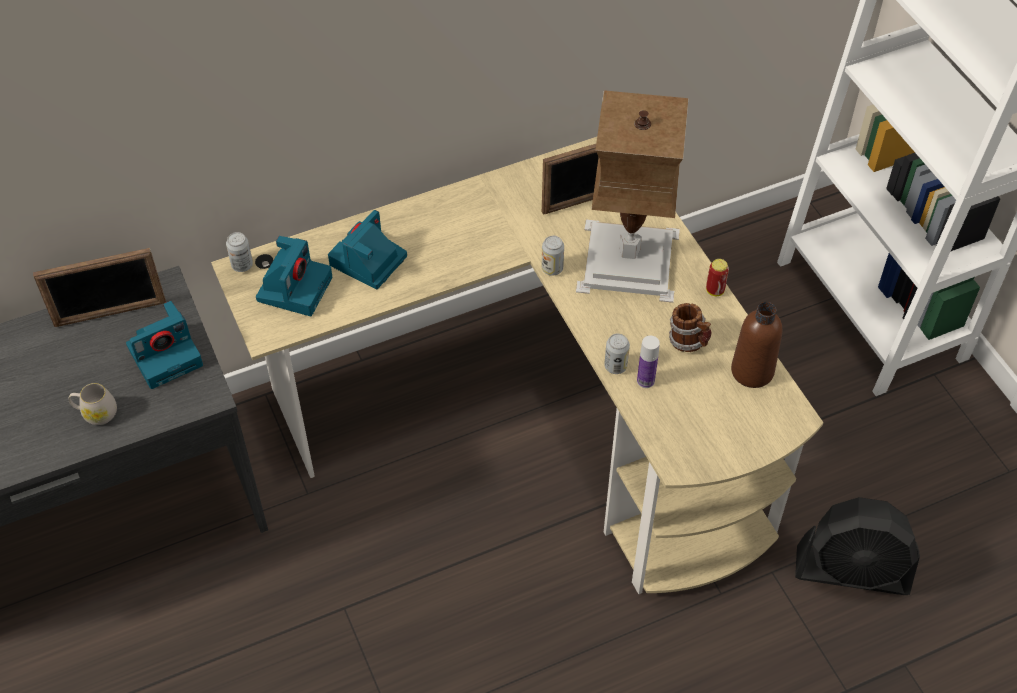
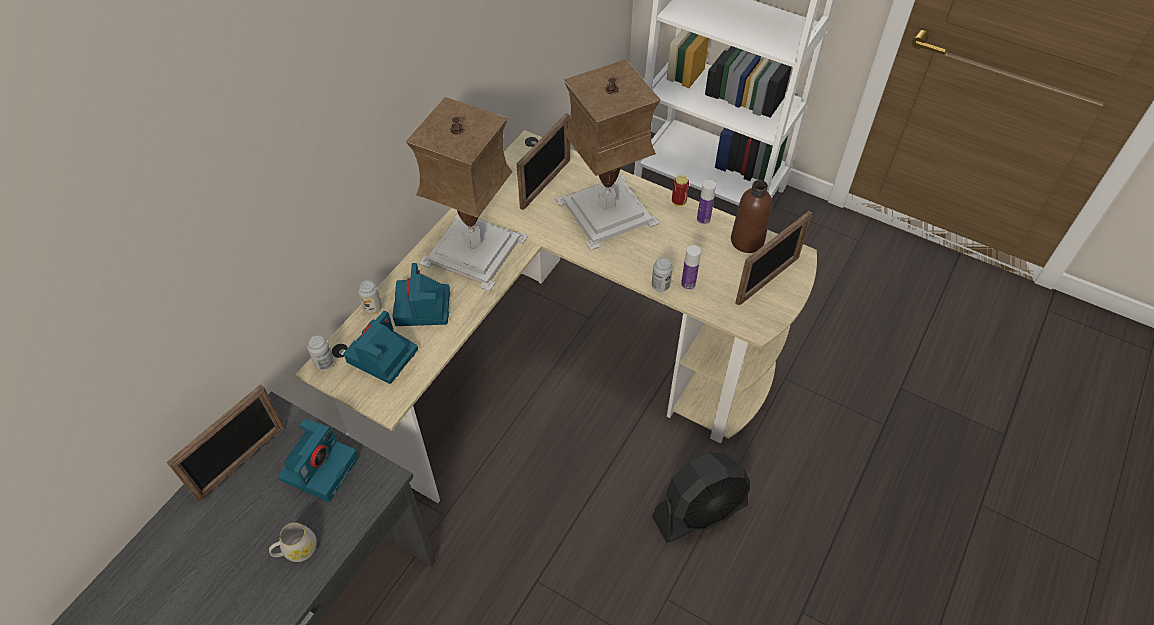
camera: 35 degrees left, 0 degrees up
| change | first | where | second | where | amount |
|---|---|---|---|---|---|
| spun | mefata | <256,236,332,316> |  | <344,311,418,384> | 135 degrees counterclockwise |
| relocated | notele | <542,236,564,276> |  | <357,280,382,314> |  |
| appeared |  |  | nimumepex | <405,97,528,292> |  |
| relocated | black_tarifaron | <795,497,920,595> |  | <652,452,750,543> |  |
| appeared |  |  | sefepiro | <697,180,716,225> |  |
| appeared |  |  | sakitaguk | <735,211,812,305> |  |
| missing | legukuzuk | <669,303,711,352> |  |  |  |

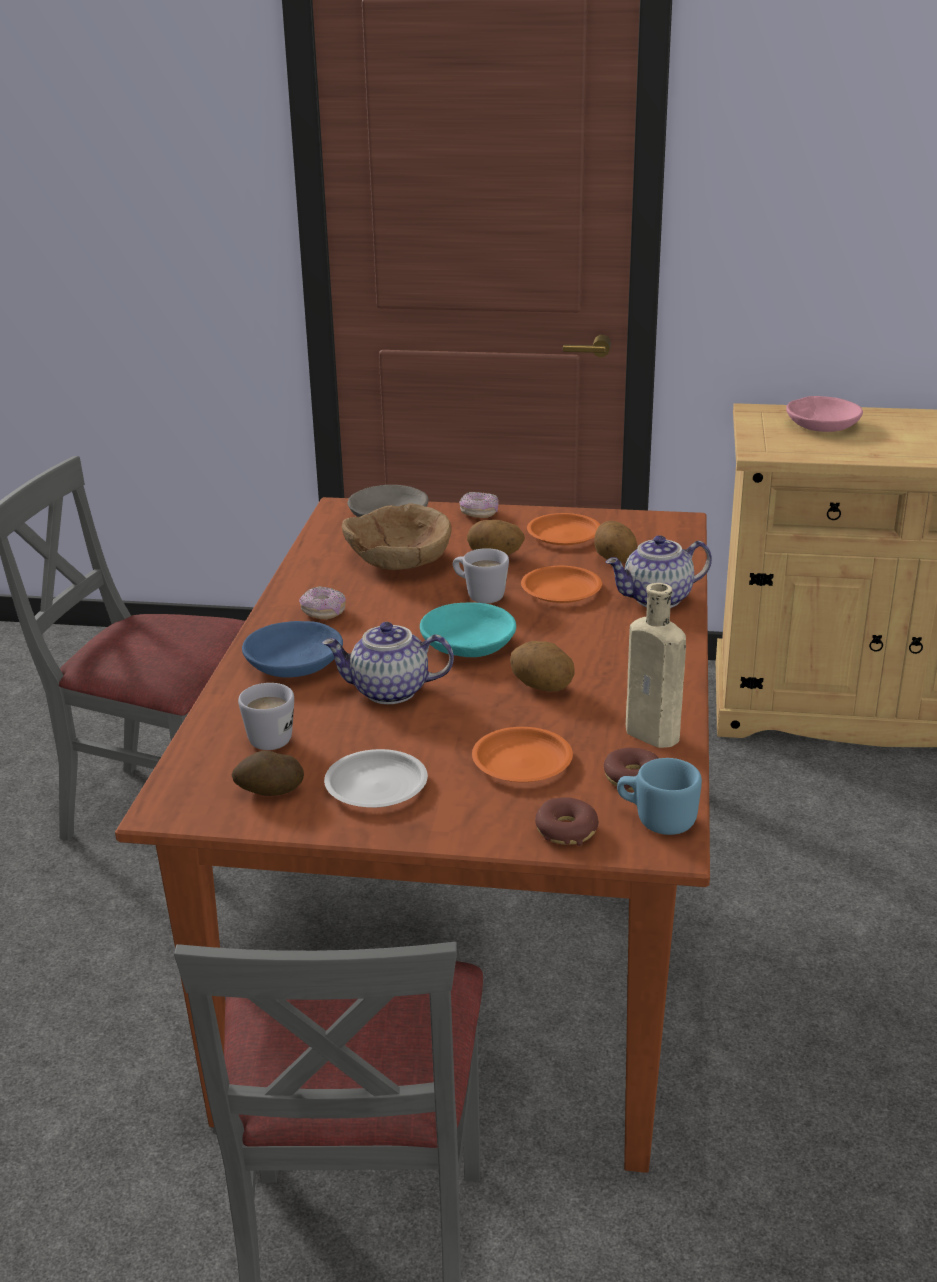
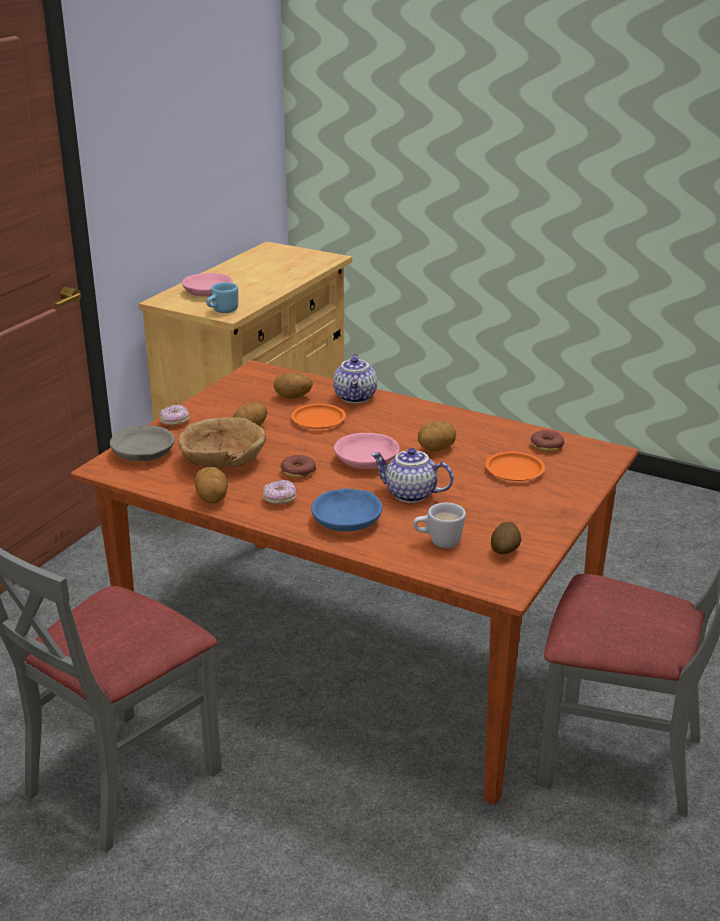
camera: 70 degrees left, 0 degrees up
| change | first | where | second | where | amount |
|---|---|---|---|---|---|
| appeared |  |  | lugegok | <195,467,228,504> |  |
| relocated | blue_legukuzuk | <617,758,702,835> |  | <206,282,238,313> |  |
| relocated | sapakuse | <535,797,599,846> |  | <281,455,316,478> |  |
| colour | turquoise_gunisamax | <420,603,516,657> | pink_gunisamax | <334,433,400,469> |  |
| spun | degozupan | <322,622,454,704> |  | <371,448,453,503> | 90 degrees clockwise |
| missing | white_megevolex | <324,749,428,808> |  |  |  |
| missing | white_legukuzuk | <453,548,509,604> |  |  |  |
| missing | orange_megevolex | <527,513,600,545> |  |  |  |
| missing | beige_sefepiro | <626,583,686,748> |  |  |  |

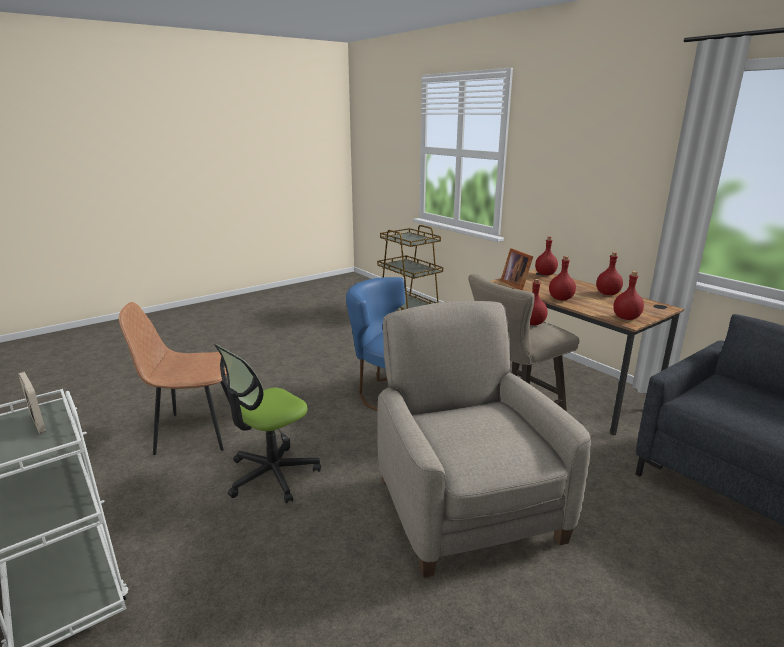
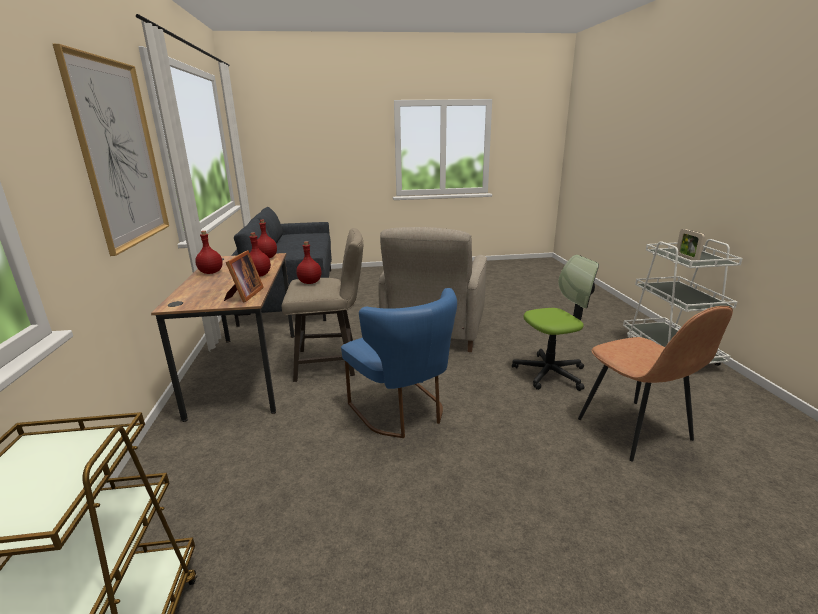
camera: 150 degrees left, 0 degrees up
| change | first | where | second | where | amount |
|---|---|---|---|---|---|
| appeared |  |  | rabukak | <53,44,169,256> |  |
| spun | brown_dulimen | <119,302,230,455> |  | <578,306,733,462> | 45 degrees clockwise |
| missing | red_sefepiro | <535,237,558,275> |  |  |  |

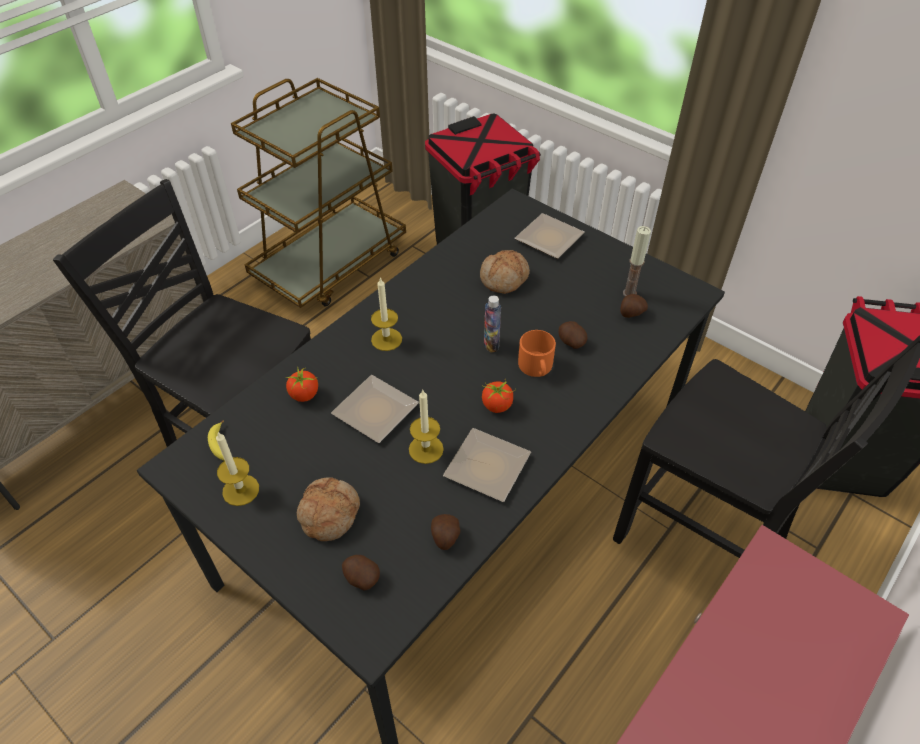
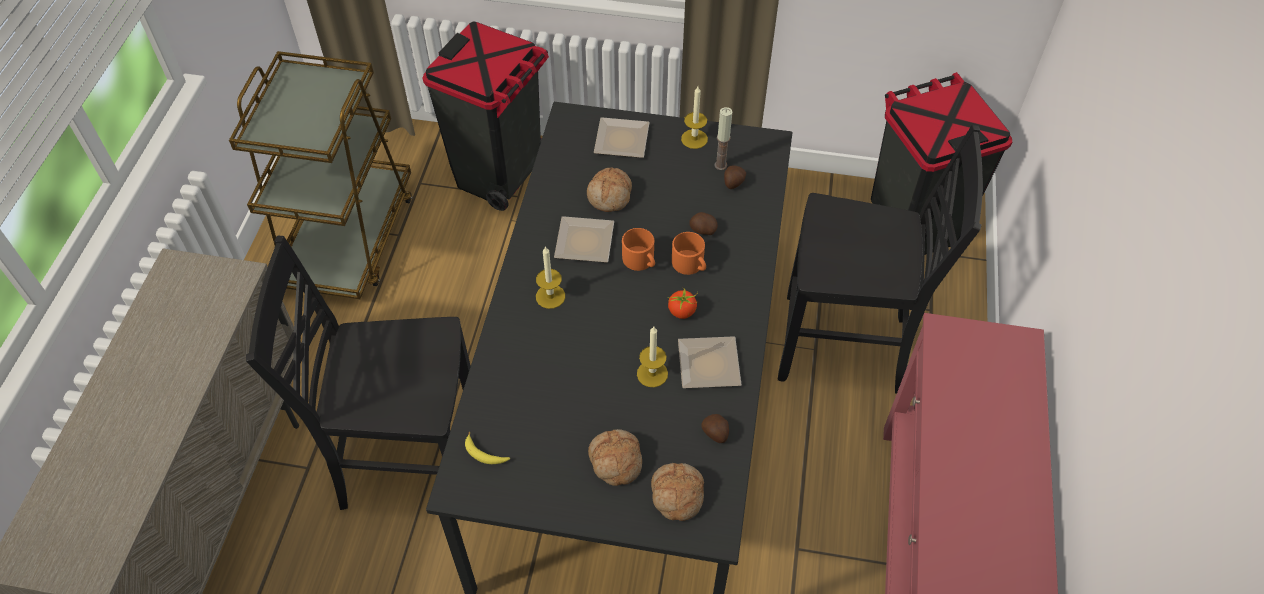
camera: 30 degrees left, 5 degrees up
| change | first | where | second | where | amount |
|---|---|---|---|---|---|
| relocated | megevolex | <331,375,419,443> |  | <554,216,614,263> |  |
| exchanged | sefepiro | <484,295,501,353> | orange_legukuzuk | <622,228,655,271> |  |
| exchanged | lugegok | <342,555,380,591> | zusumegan | <651,463,704,521> |  |
| relocated | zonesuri | <216,432,259,506> |  | <681,86,708,149> |  |
| missing | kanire | <285,368,318,402> |  |  |  |

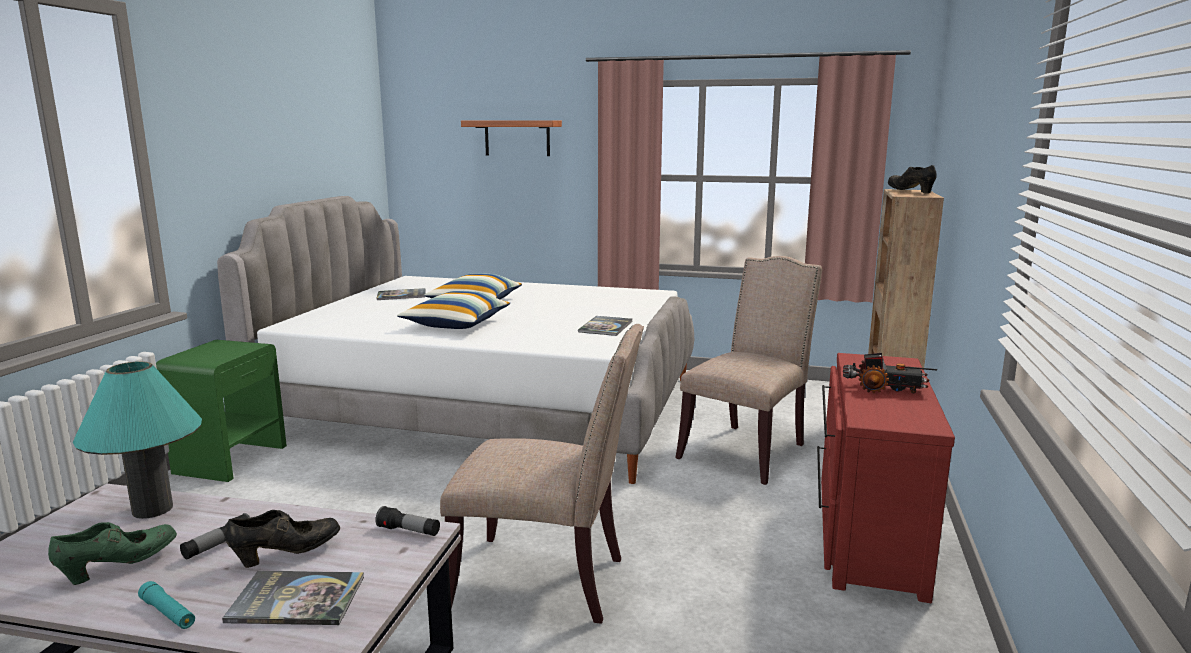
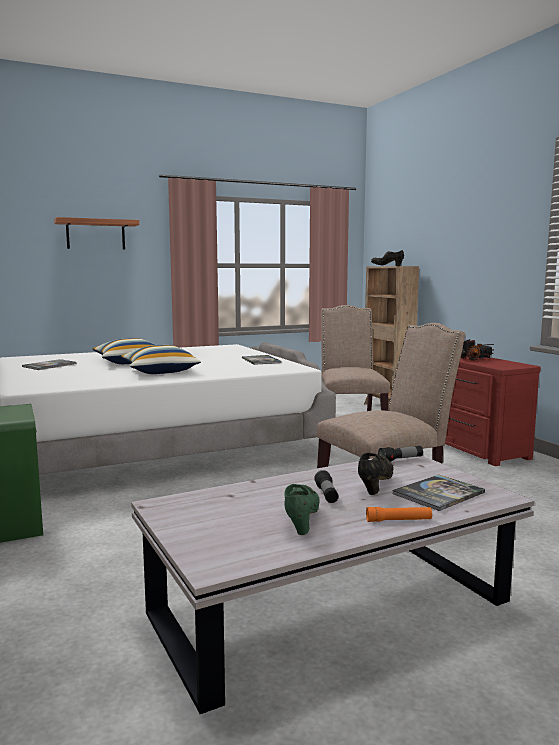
camera: 40 degrees left, 5 degrees down
| change | first | where | second | where | amount |
|---|---|---|---|---|---|
| colour | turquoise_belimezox | <138,581,195,629> | orange_belimezox | <366,507,432,522> |  |
| missing | turquoise_nimumepex | <73,361,202,519> |  |  |  |

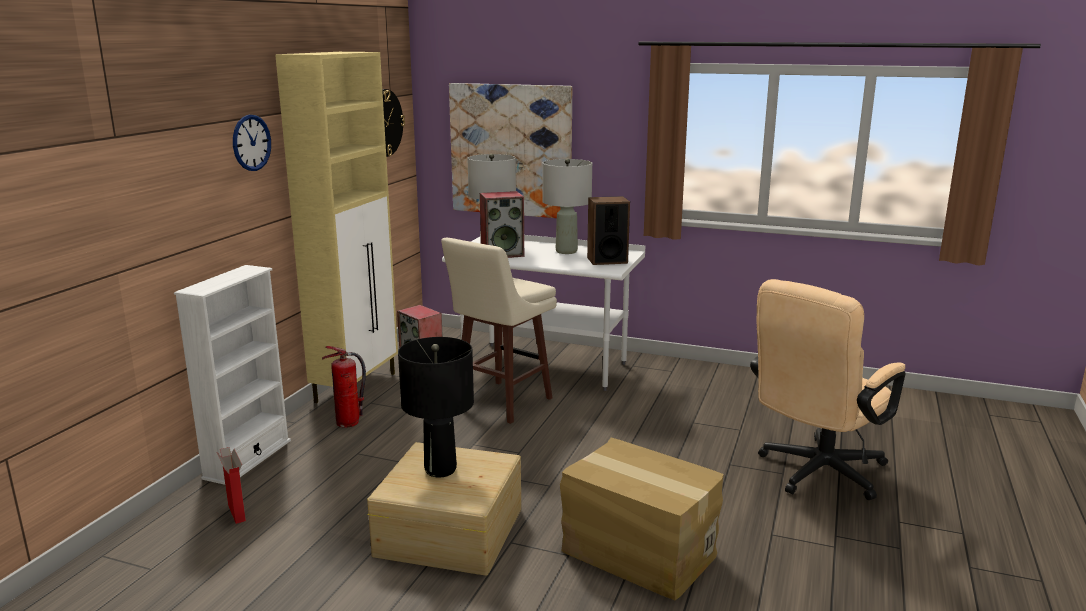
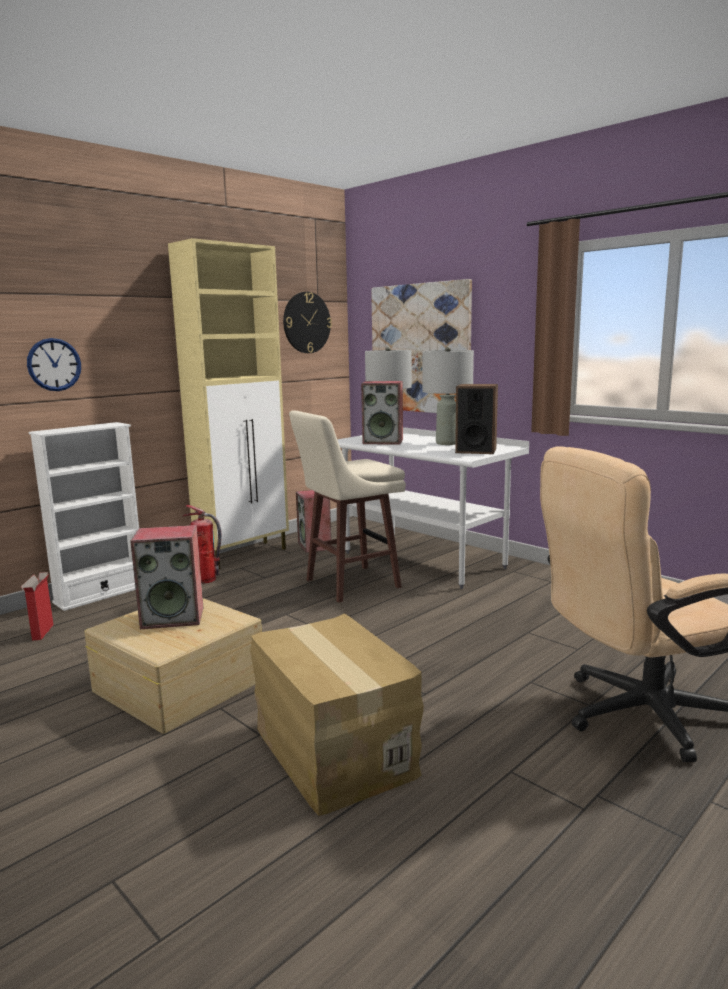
camera: 25 degrees right, 5 degrees down
| change | first | where | second | where | amount |
|---|---|---|---|---|---|
| relocated | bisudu | <233,115,271,171> |  | <27,338,81,391> |  |
| exchanged | black_nimumepex | <398,337,474,478> | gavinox | <130,525,203,629> |  |

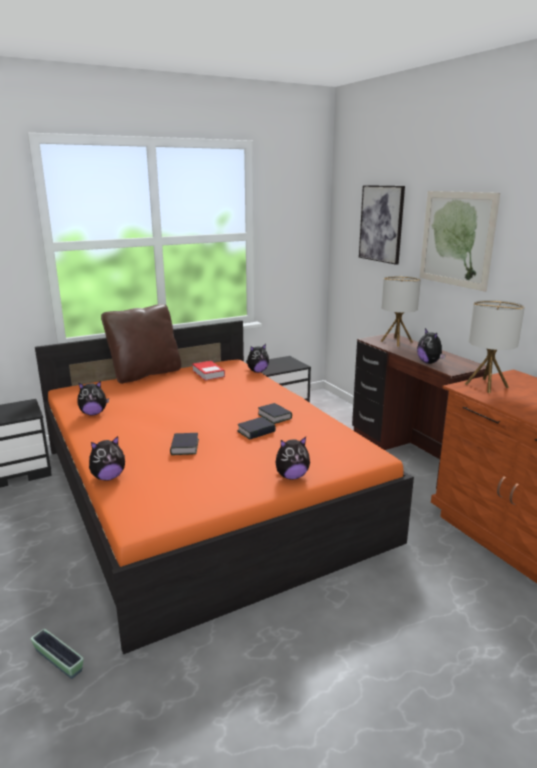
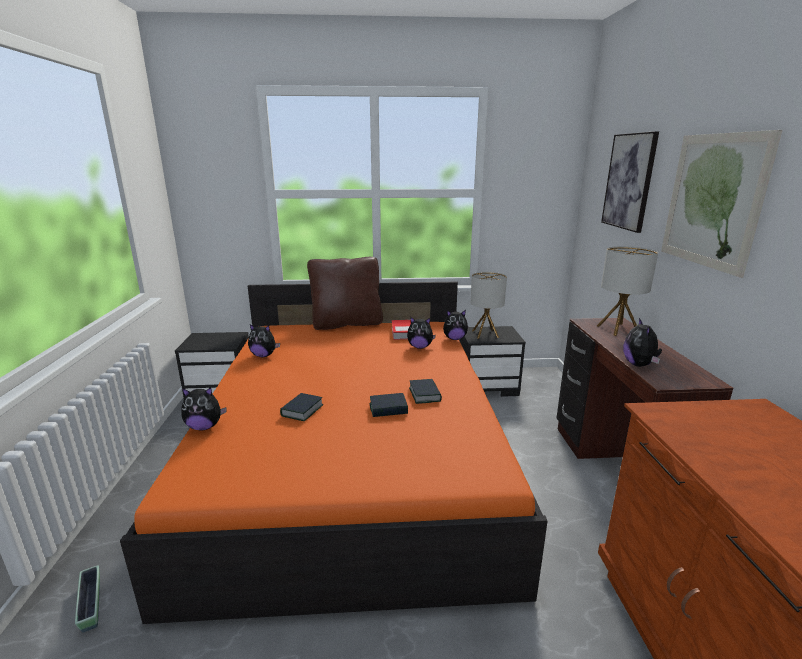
camera: 25 degrees right, 0 degrees up
| change | first | where | second | where | amount |
|---|---|---|---|---|---|
| relocated | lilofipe | <275,437,310,480> |  | <407,317,436,349> |  |
| relocated | nimumepex | <465,300,525,393> |  | <470,272,507,339> |  |

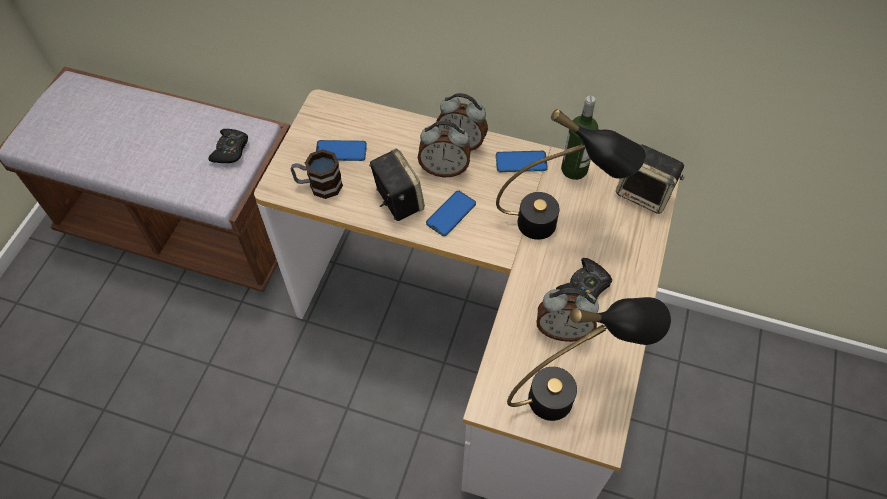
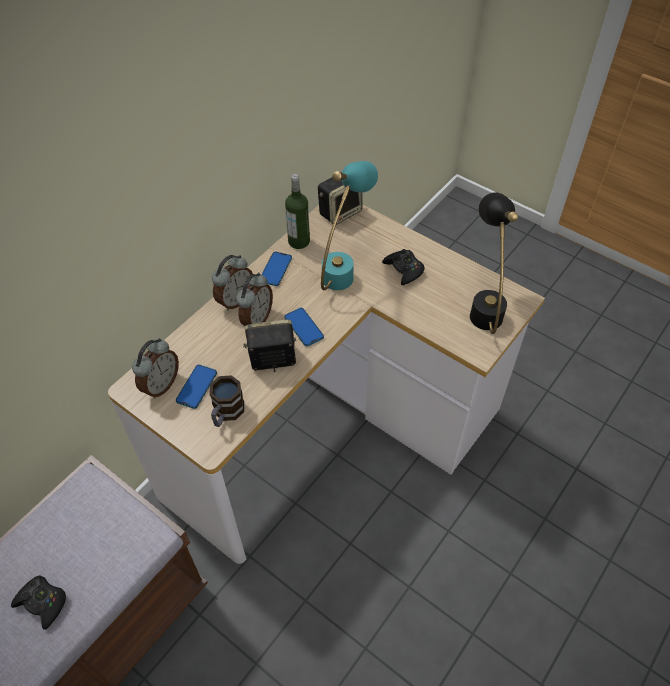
camera: 70 degrees left, 5 degrees down
| change | first | where | second | where | amount |
|---|---|---|---|---|---|
| relocated | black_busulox | <208,129,248,163> |  | <11,575,66,630> |  |
| relocated | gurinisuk | <537,288,599,342> |  | <132,338,179,398> |  |
| colour | black_nimumepex | <496,109,646,240> | turquoise_nimumepex | <321,161,378,290> |  |

